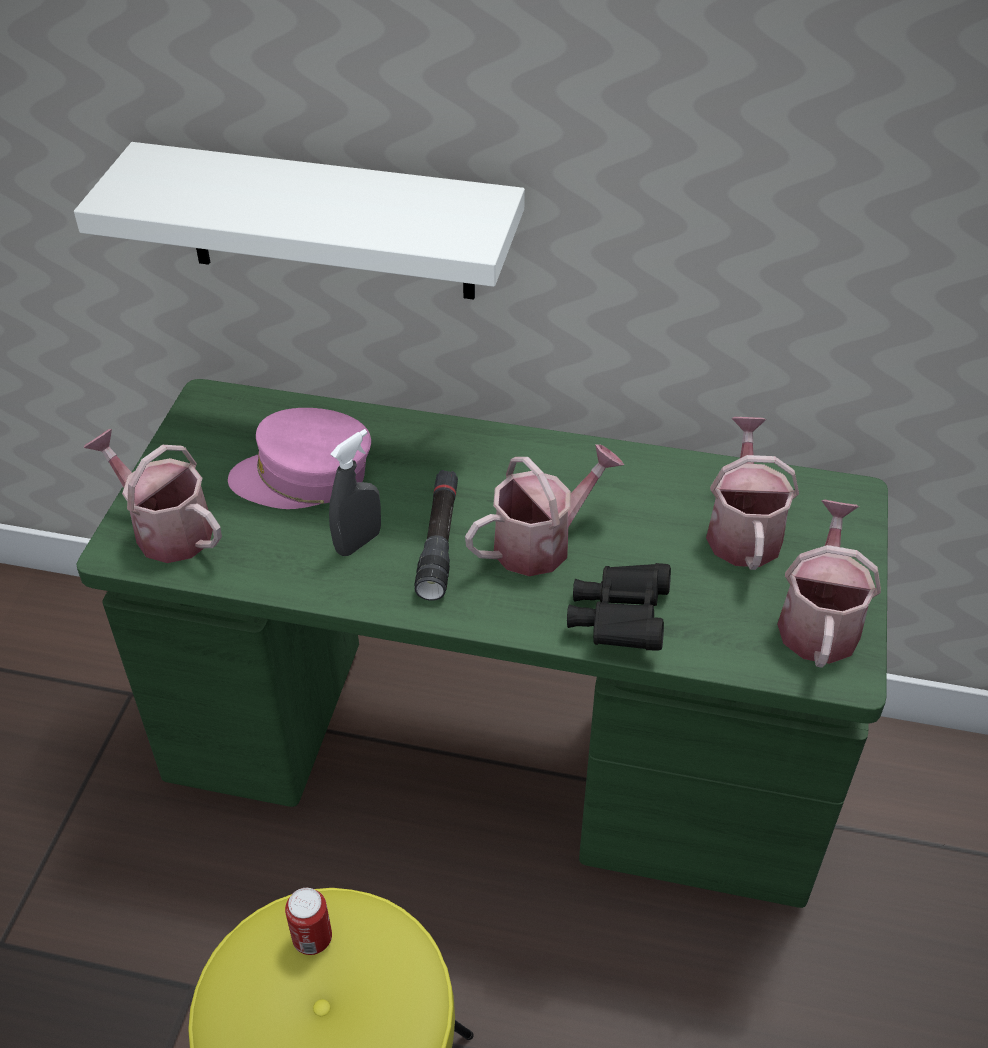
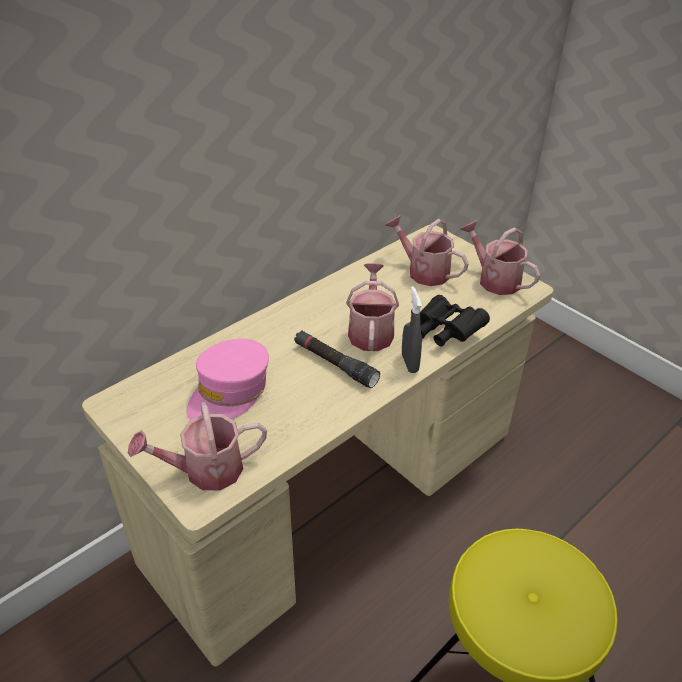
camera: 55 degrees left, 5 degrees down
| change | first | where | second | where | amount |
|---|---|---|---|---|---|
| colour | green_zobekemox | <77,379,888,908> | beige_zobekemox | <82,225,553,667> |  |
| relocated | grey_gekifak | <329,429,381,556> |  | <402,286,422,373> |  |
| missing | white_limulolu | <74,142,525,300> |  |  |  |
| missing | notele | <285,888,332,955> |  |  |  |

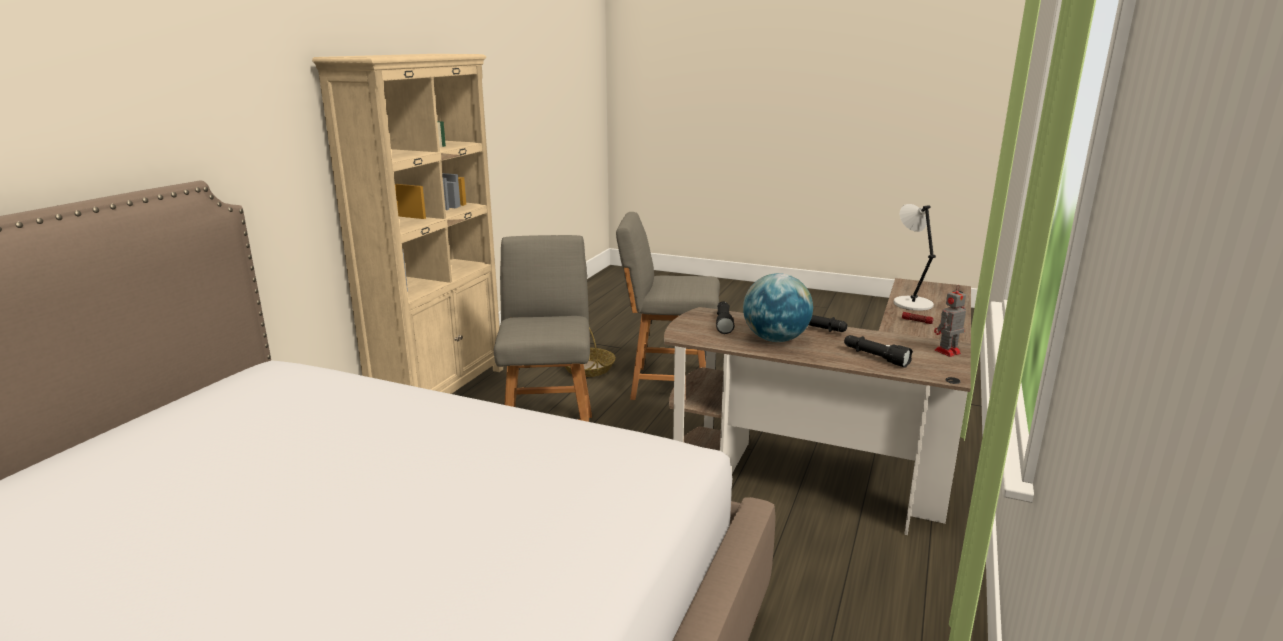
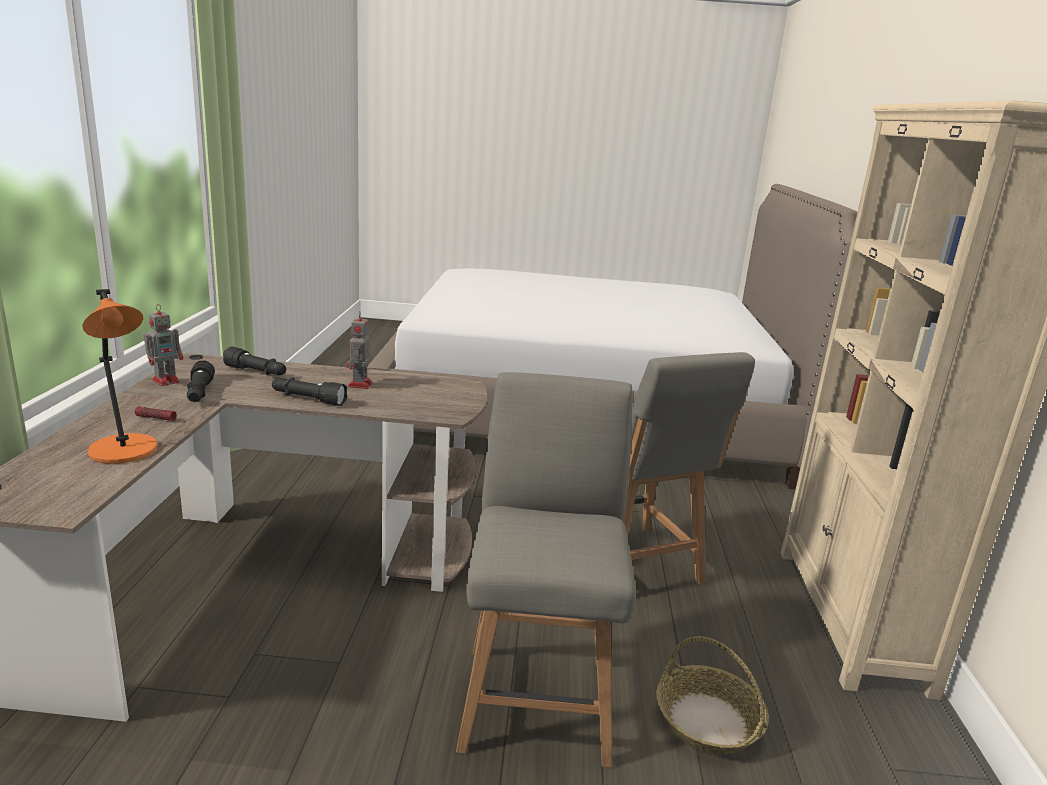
camera: 160 degrees right, 0 degrees up
| change | first | where | second | where | amount |
|---|---|---|---|---|---|
| colour | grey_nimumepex | <894,204,936,311> | orange_nimumepex | <82,289,158,464> |  |
| relocated | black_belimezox | <716,301,734,334> |  | <187,360,215,402> |  |
| exchanged | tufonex | <743,273,813,342> | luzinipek | <346,311,373,389> |  |
| spun | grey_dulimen | <616,212,720,400> |  | <456,372,636,768> | 75 degrees counterclockwise |

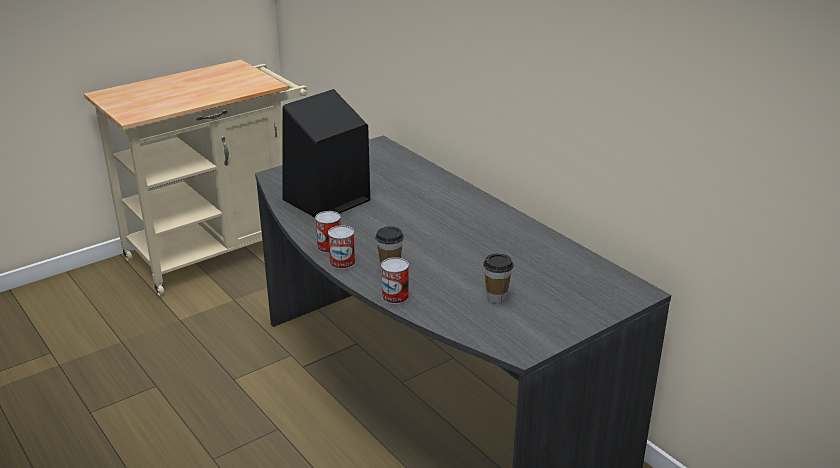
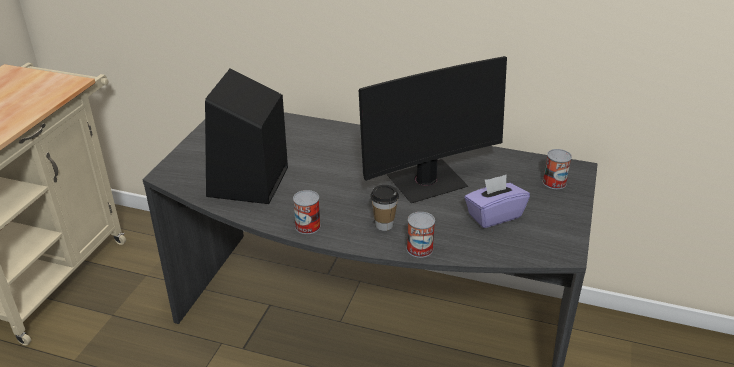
camera: 35 degrees left, 5 degrees up
| change | first | where | second | where | amount |
|---|---|---|---|---|---|
| appeared |  |  | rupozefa | <359,56,507,203> |  |
| exchanged | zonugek | <483,253,514,303> | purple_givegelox | <464,175,530,228> |  |
| relocated | notele | <328,225,355,269> |  | <543,149,572,189> |  |

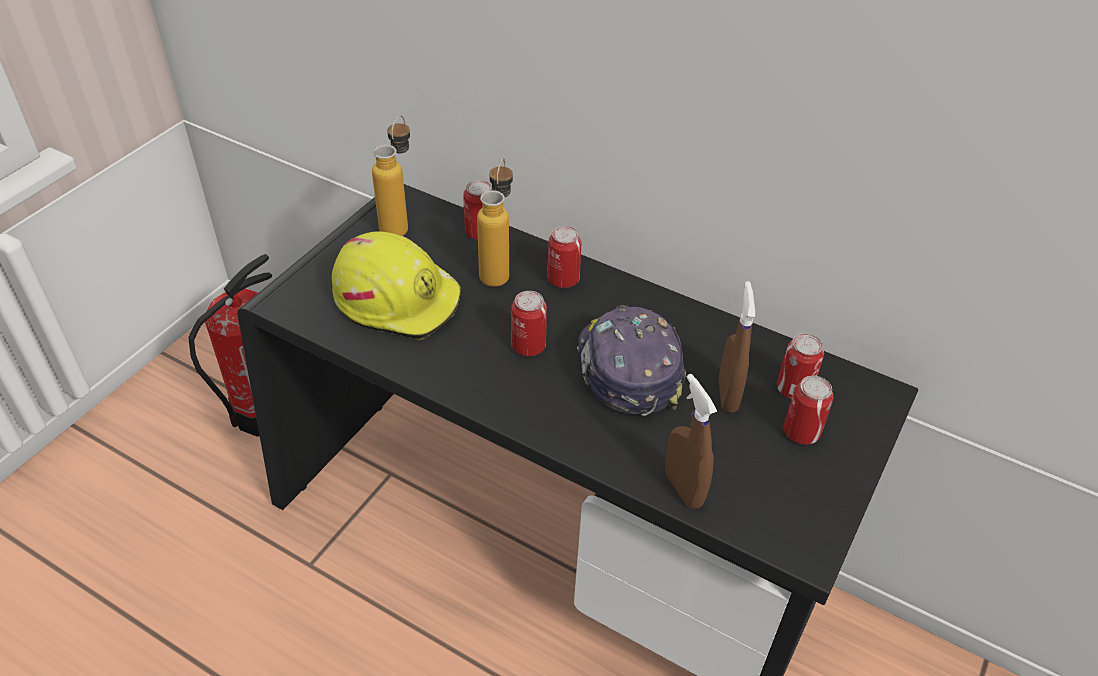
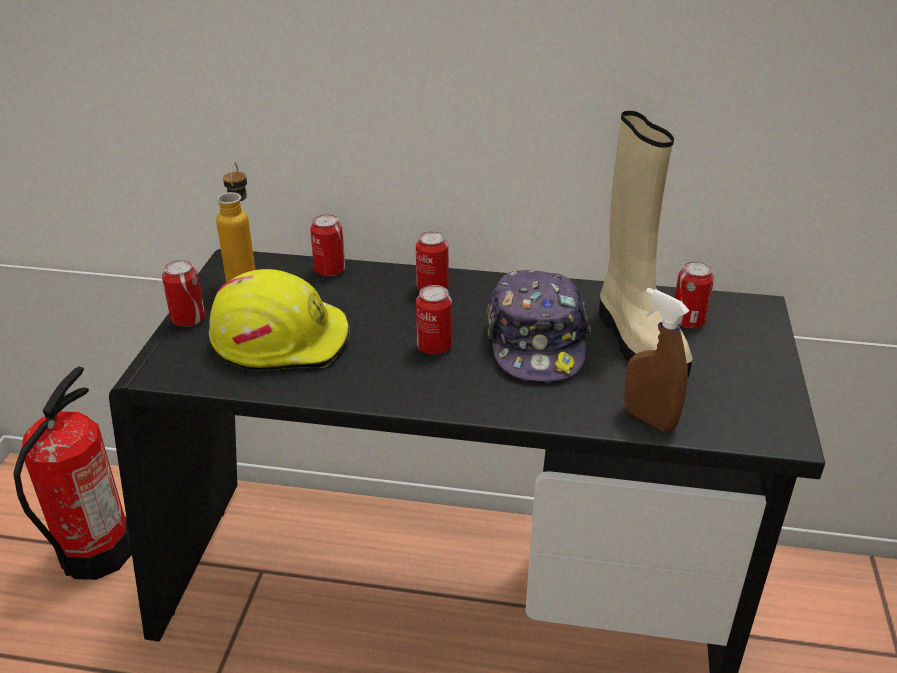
camera: 20 degrees left, 10 degrees down
| change | first | where | second | where | amount |
|---|---|---|---|---|---|
| relocated | notele | <784,376,834,444> |  | <162,260,205,327> |  |
| spun | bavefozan | <577,305,686,416> |  | <487,270,591,382> | 150 degrees counterclockwise |
| exchanged | brown_gekifak | <719,281,755,413> | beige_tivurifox | <599,111,693,378> |  |
| missing | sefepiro | <477,159,513,287> |  |  |  |

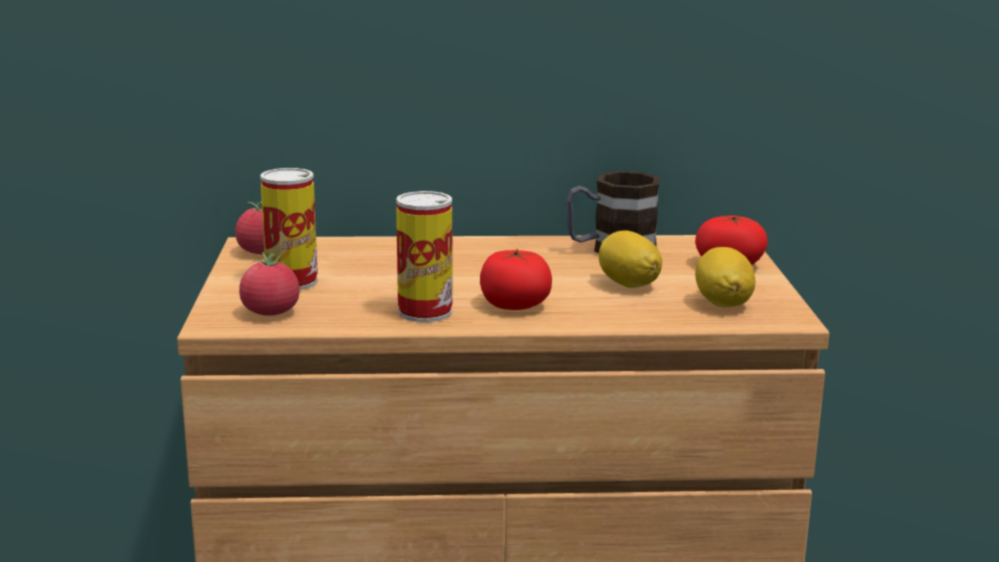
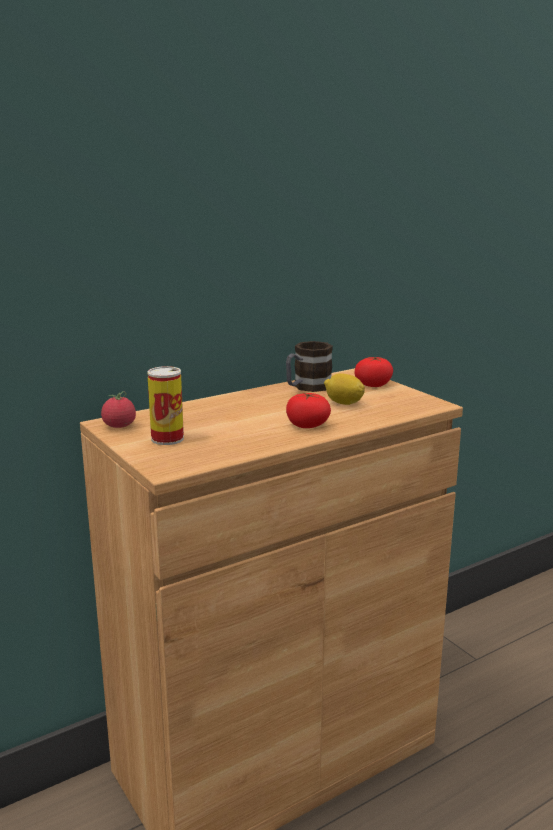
camera: 30 degrees left, 0 degrees up
| change | first | where | second | where | amount |
|---|---|---|---|---|---|
| missing | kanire | <239,250,300,316> |  |  |  |
| missing | notele | <396,191,452,322> |  |  |  |
| missing | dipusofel | <695,247,755,307> |  |  |  |

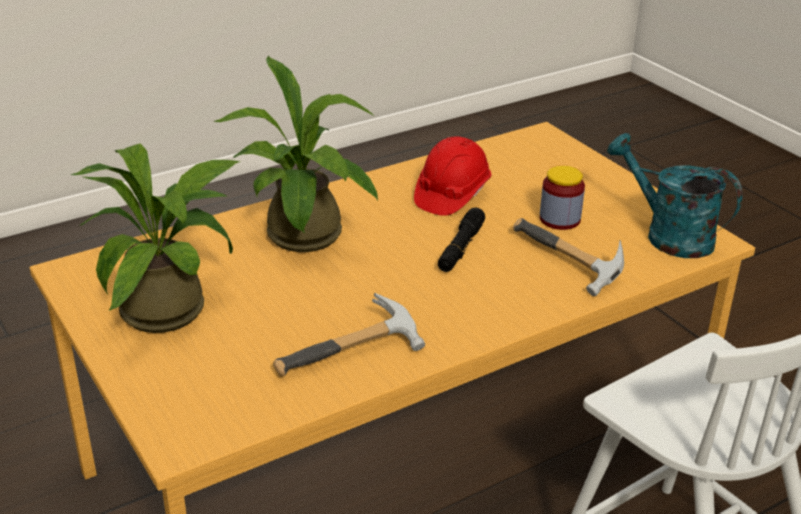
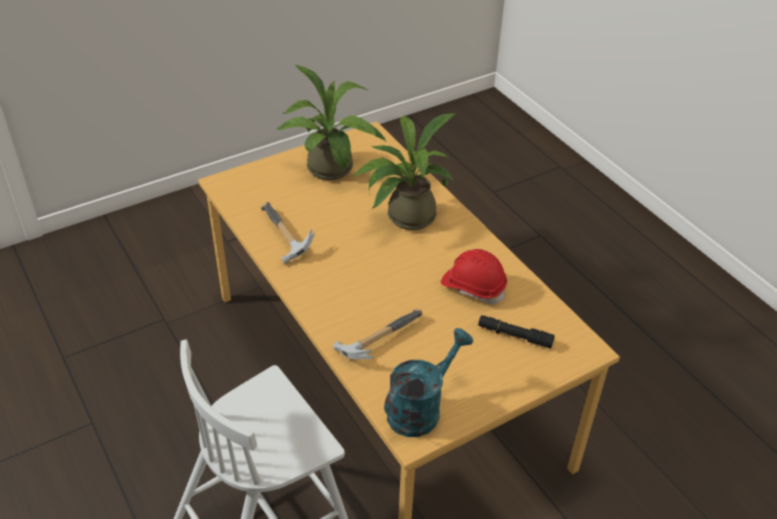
camera: 90 degrees right, 10 degrees up
| change | first | where | second | where | amount |
|---|---|---|---|---|---|
| relocated | black_belimezox | <438,207,485,272> |  | <478,315,555,348> |  |
| missing | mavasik | <540,166,585,230> |  |  |  |

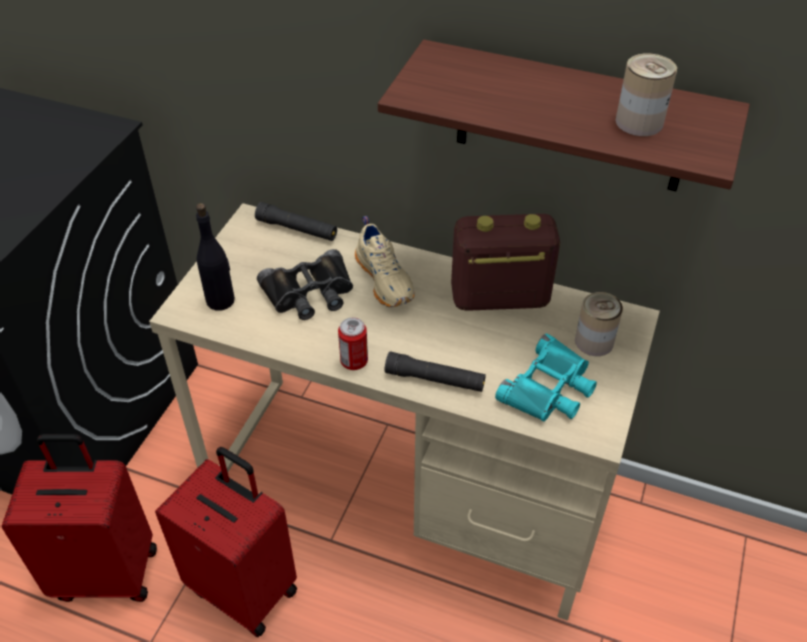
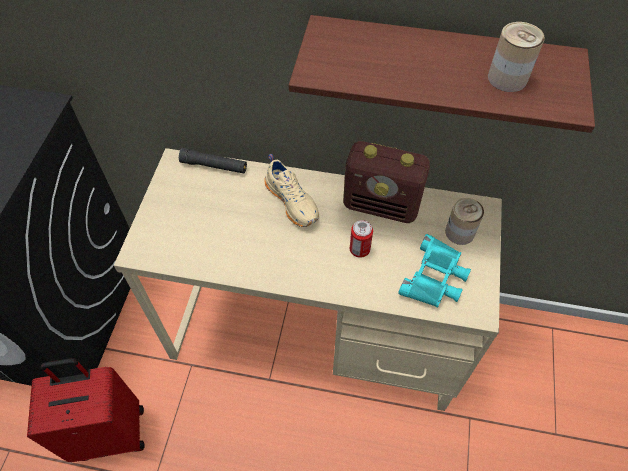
camera: 10 degrees left, 10 degrees up
| change | first | where | second | where | amount |
|---|---|---|---|---|---|
| spun | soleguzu | <451,214,560,311> |  | <343,141,430,223> | 150 degrees counterclockwise |
| relocated | notele | <338,317,368,370> |  | <350,220,373,258> |  |
| missing | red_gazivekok | <155,447,297,637> |  |  |  |
| missing | black_sefepiro | <196,203,235,311> |  |  |  |
| missing | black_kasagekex | <257,249,353,320> |  |  |  |
| missing | black_belimezox | <385,352,486,392> |  |  |  |

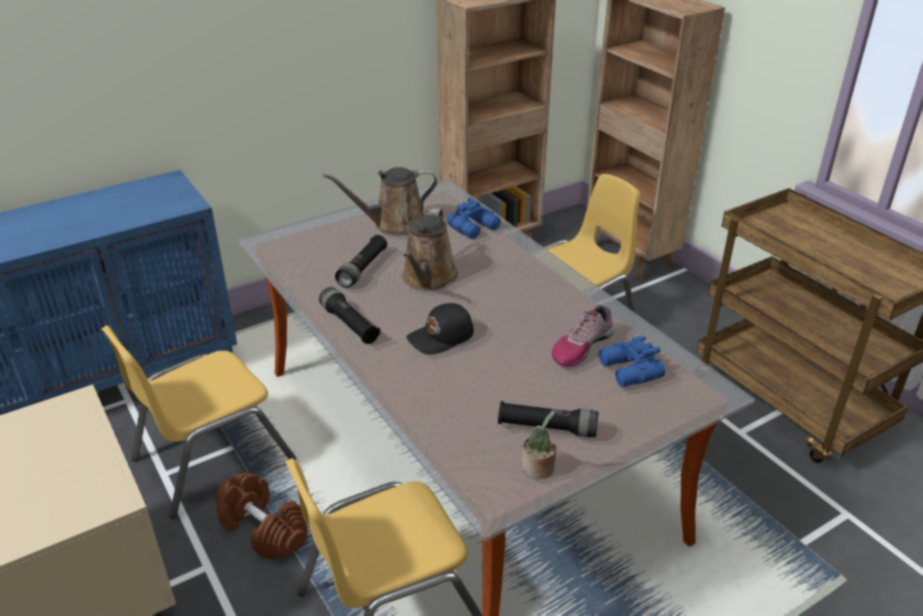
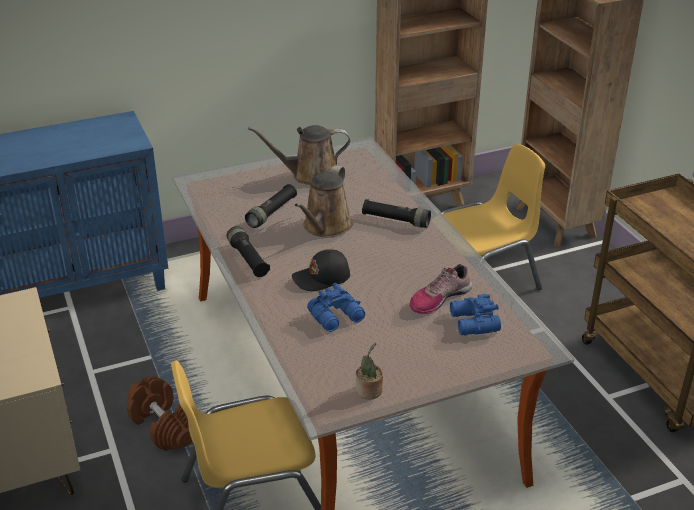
camera: 10 degrees right, 0 degrees up
| change | first | where | second | where | amount |
|---|---|---|---|---|---|
| relocated | blue_kasagekex | <447,197,501,239> |  | <307,283,365,332> |  |
| relocated | black_belimezox | <498,401,599,437> |  | <362,199,431,228> |  |
| missing | yellow_dulimen | <101,325,296,519> |  |  |  |

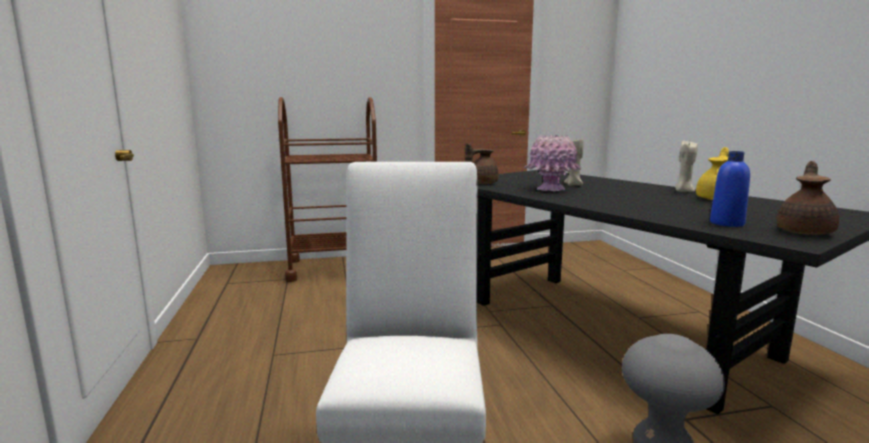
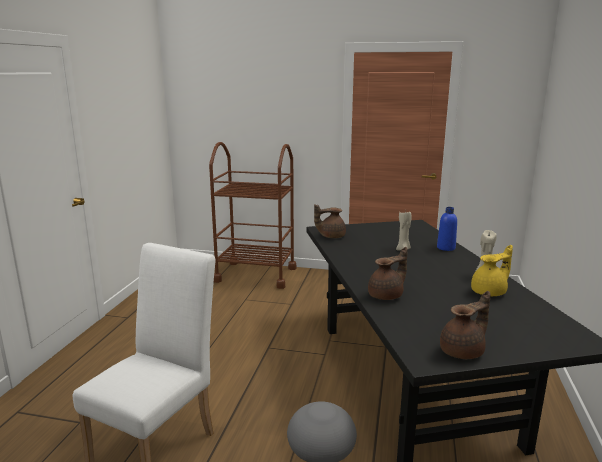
camera: 25 degrees right, 5 degrees up
| change | first | where | second | where | amount |
|---|---|---|---|---|---|
| appeared |  |  | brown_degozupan | <368,247,408,300> |  |
| relocated | blue_sefepiro | <710,151,750,227> |  | <437,207,457,251> |  |
| missing | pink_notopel | <524,135,581,191> |  |  |  |

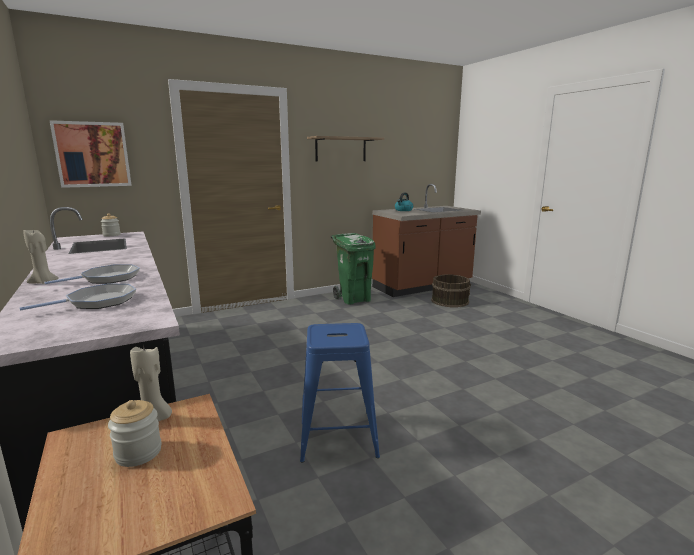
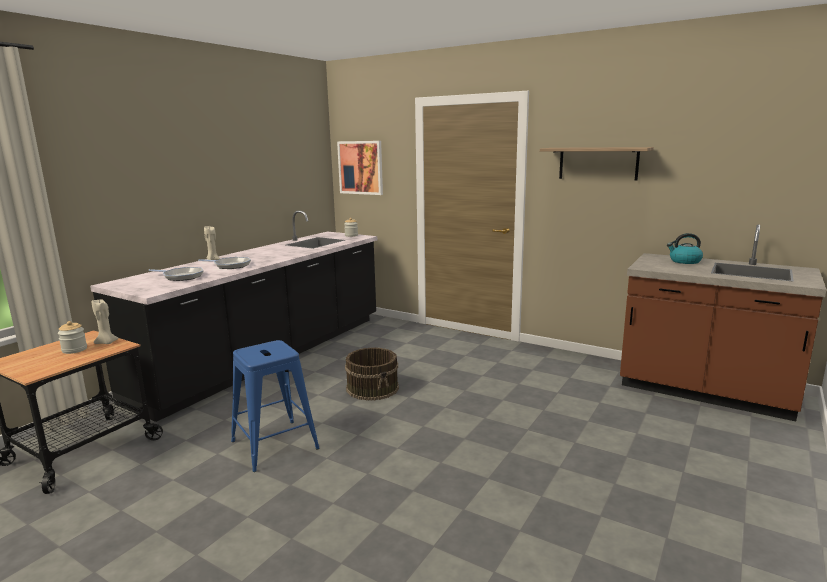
camera: 60 degrees right, 0 degrees up
| change | first | where | second | where | amount |
|---|---|---|---|---|---|
| relocated | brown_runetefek | <431,274,471,307> |  | <345,347,399,401> |  |
| missing | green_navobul | <330,233,376,305> |  |  |  |

